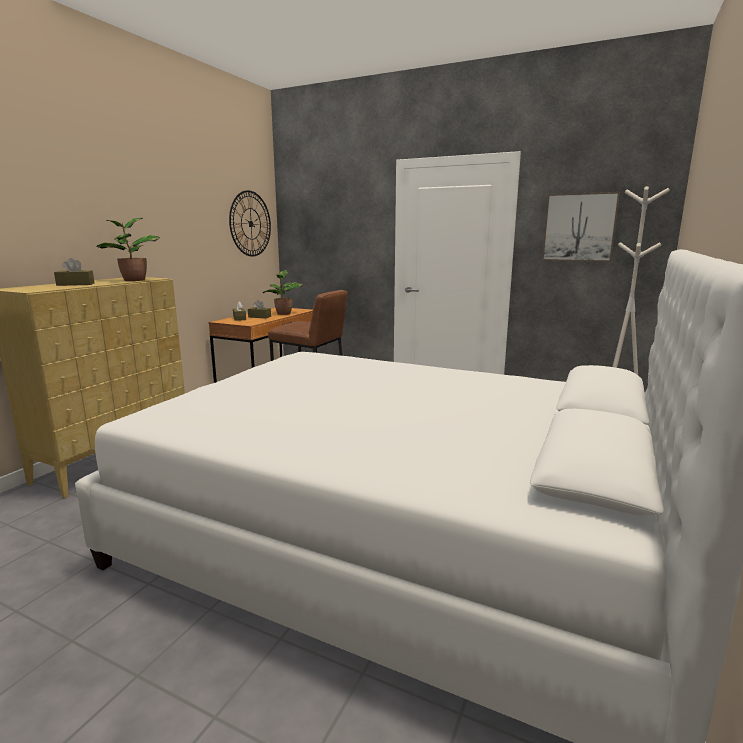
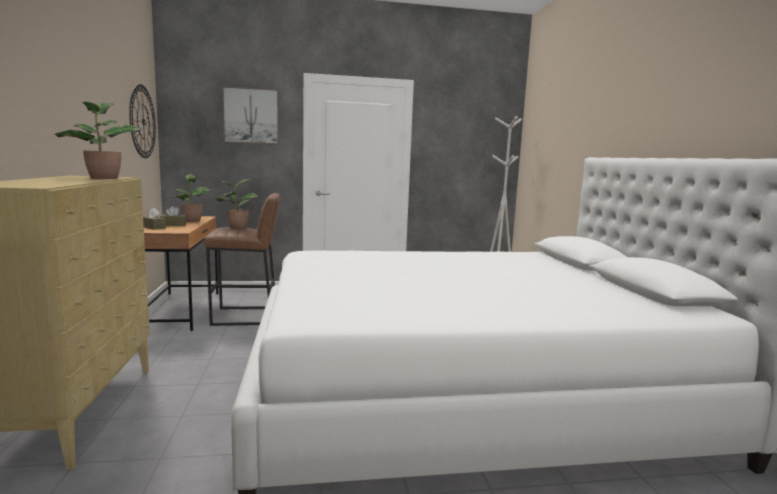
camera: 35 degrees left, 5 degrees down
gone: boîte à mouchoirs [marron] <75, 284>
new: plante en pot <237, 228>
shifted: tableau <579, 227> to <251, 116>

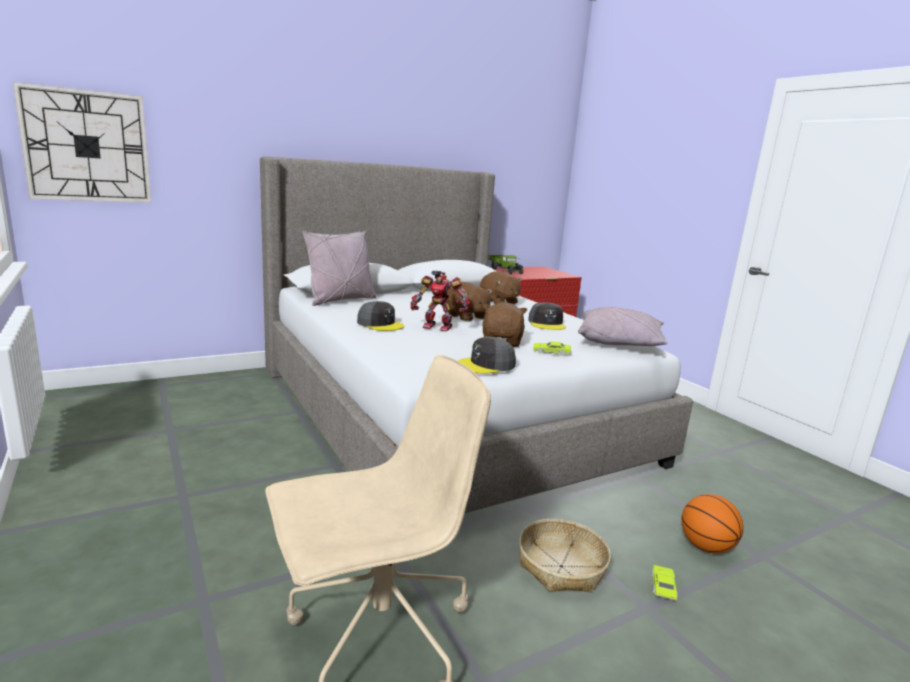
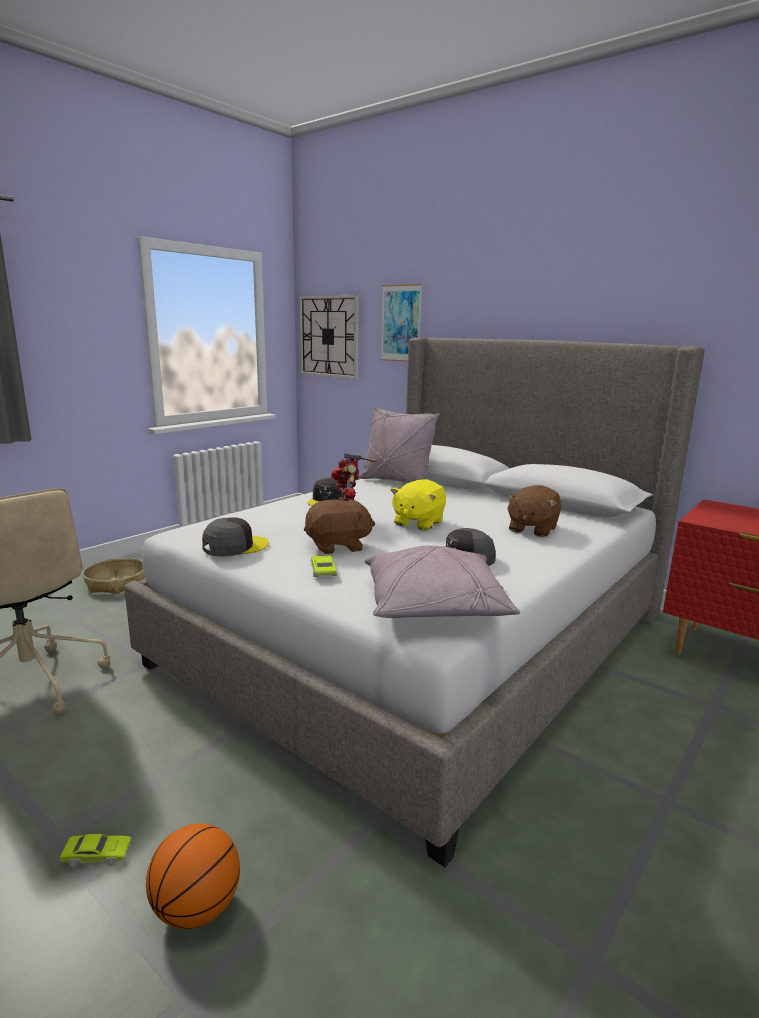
camera: 70 degrees right, 0 degrees up
gone: camion jouet <505, 270>
new: tableau <401, 323>
shifted: panier <561, 567> to <116, 583>
repainted: peluche [marron] <466, 317> to peluche [jaune] <418, 523>
rotated: casquette [gris] <486, 365> = <235, 546> 105 degrees clockwise

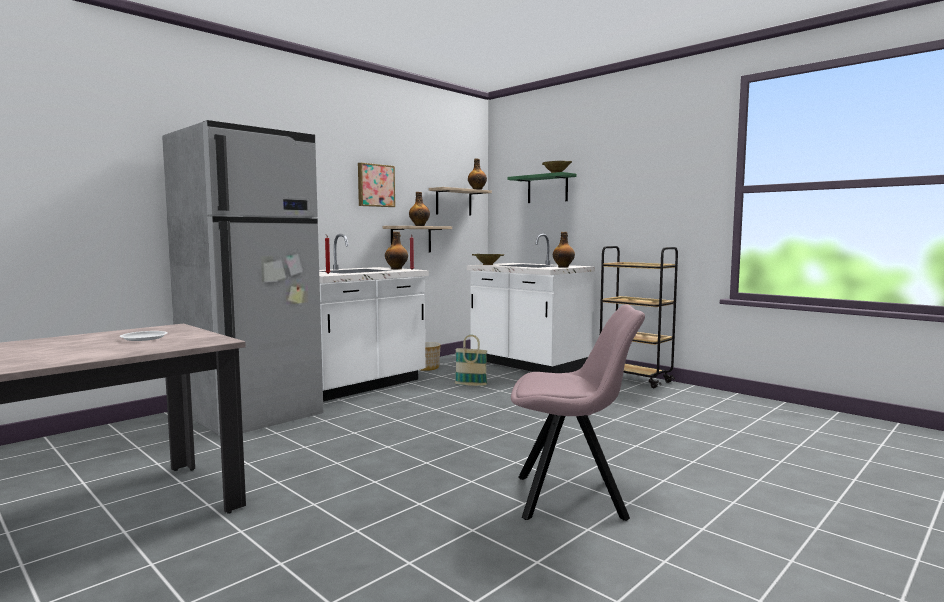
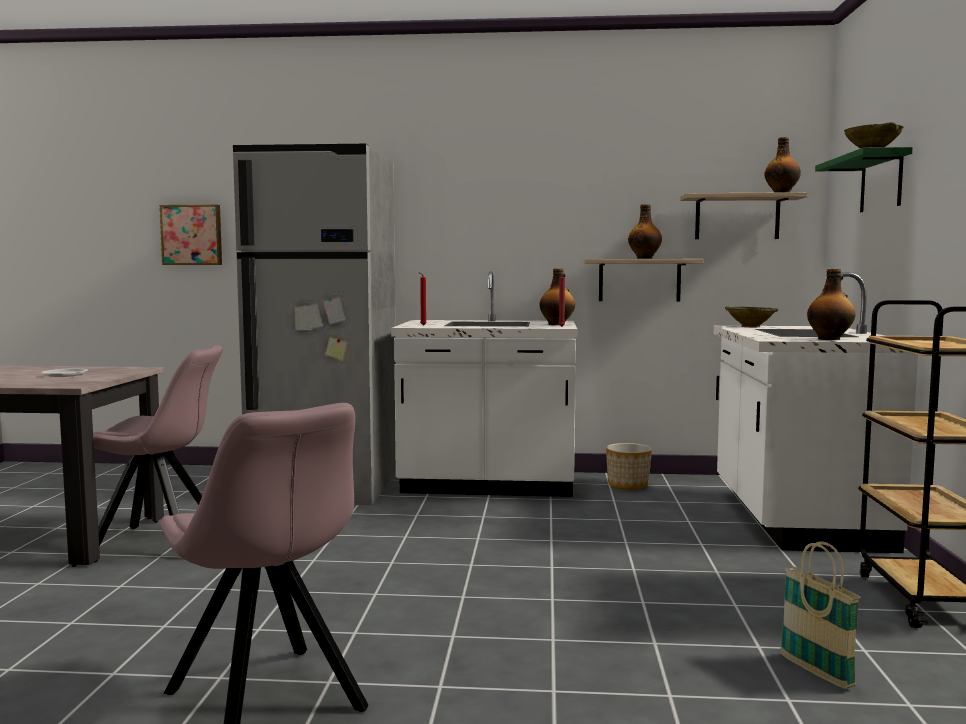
camera: 50 degrees right, 0 degrees up
new: chaise [rose] <159, 543>
shifted: tableau <375, 185> to <192, 235>; panier <471, 385> to <816, 672>

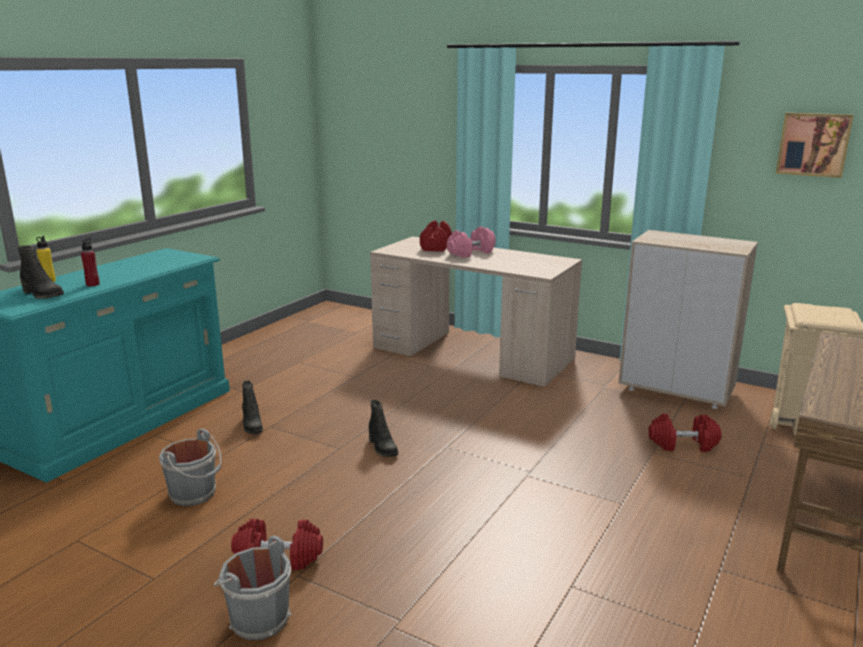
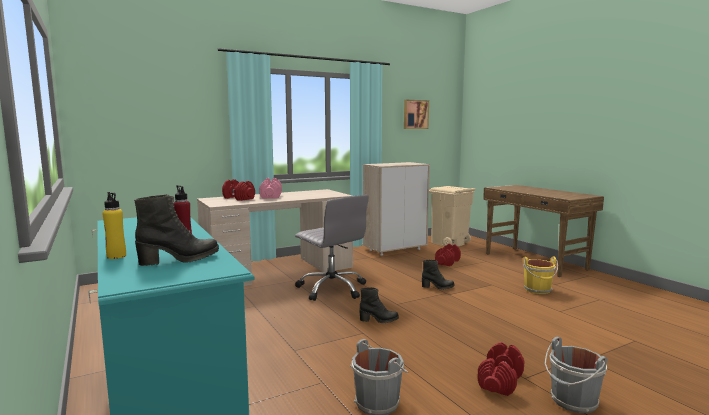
camera: 60 degrees left, 10 degrees down
new: chaise de bureau [gris] <332, 289>; seau [jaune] <538, 290>
shifted: botte [noir] <252, 426> to <437, 287>

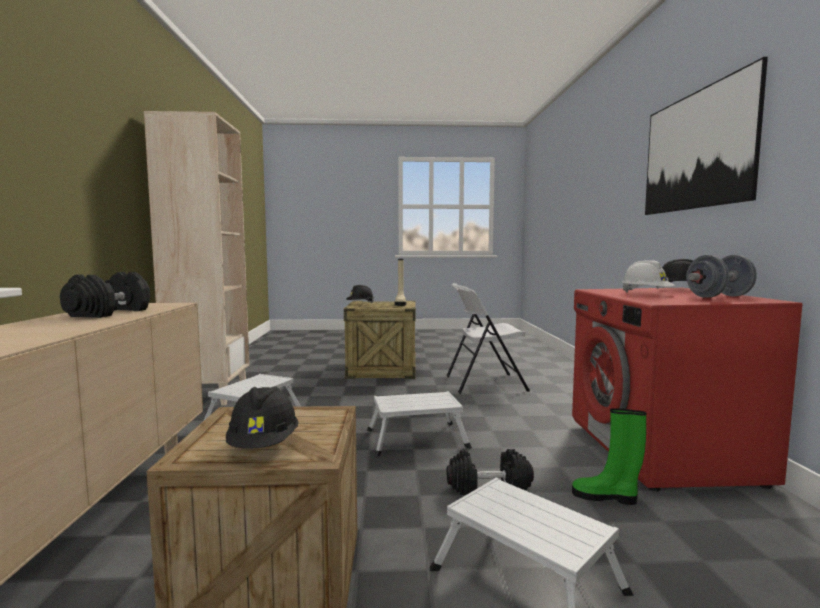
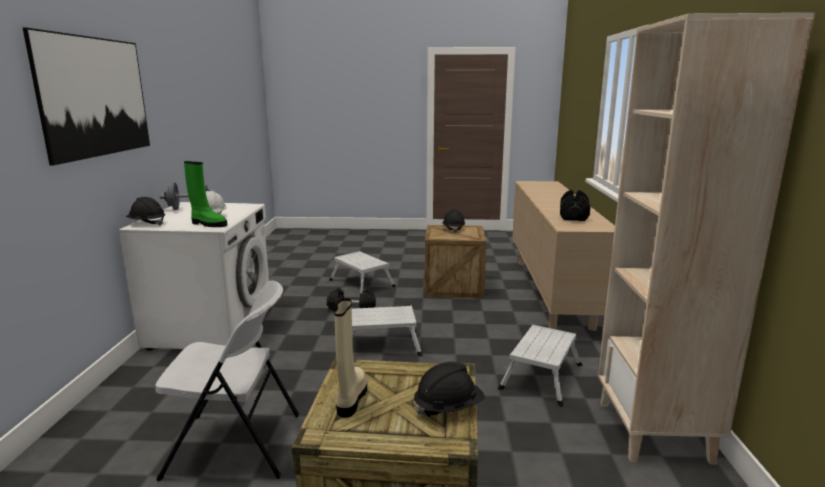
camera: 175 degrees left, 10 degrees up
shifted: botte [vert] <606, 497> to <208, 224>
repainted: lave-linge [rouge] <659, 453> to lave-linge [blanc] <214, 325>

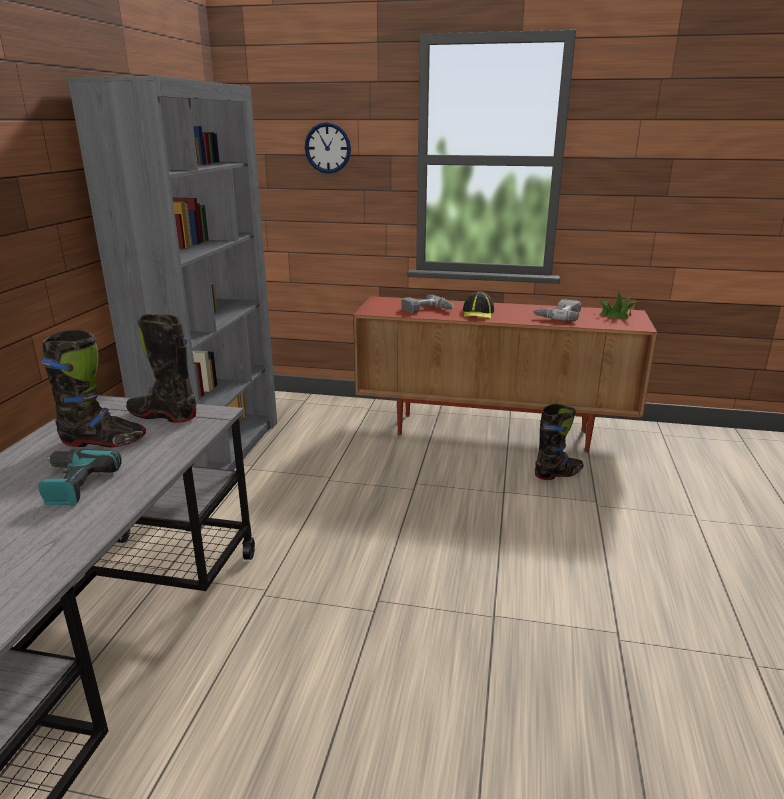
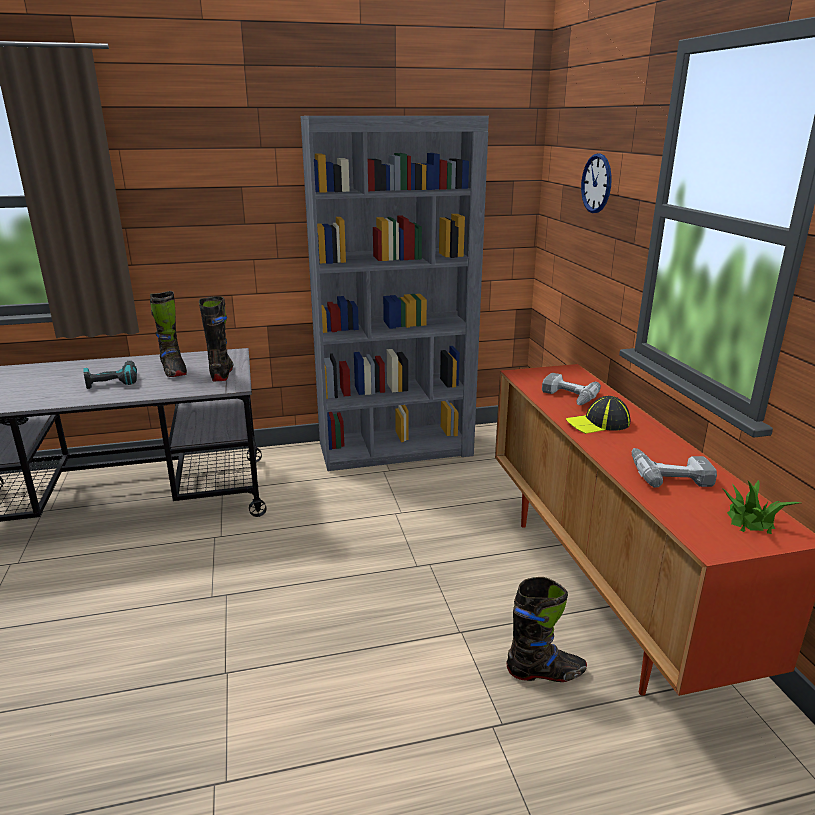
camera: 65 degrees right, 0 degrees up
rotated: botte [noir] <558, 474> = <545, 673> 45 degrees counterclockwise

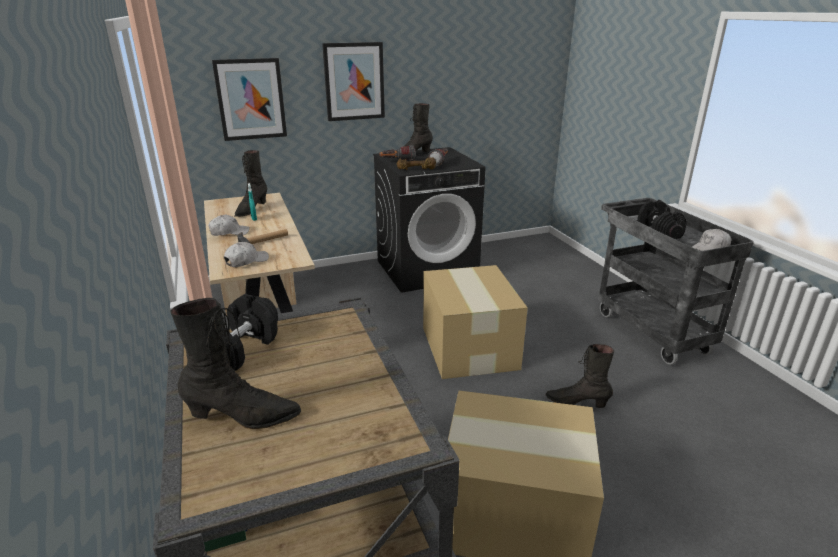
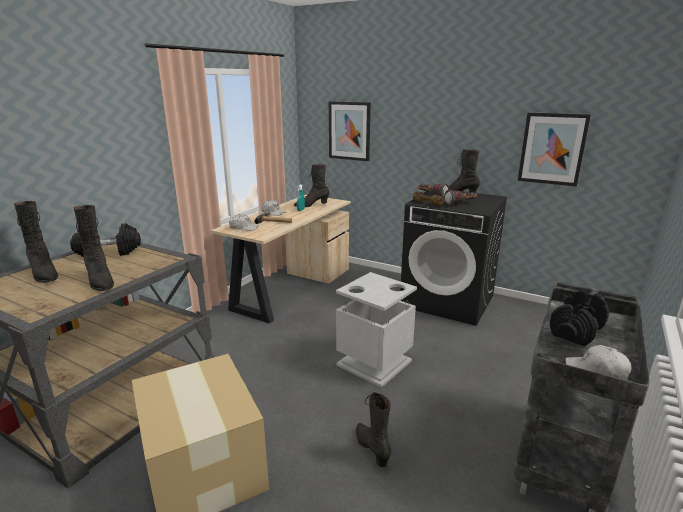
camera: 50 degrees right, 5 degrees down
new: botte [noir] <100, 281>
shifted: tableau <354, 81> to <552, 149>
swapped: carton <469, 347> to poubelle [gris] <375, 363>

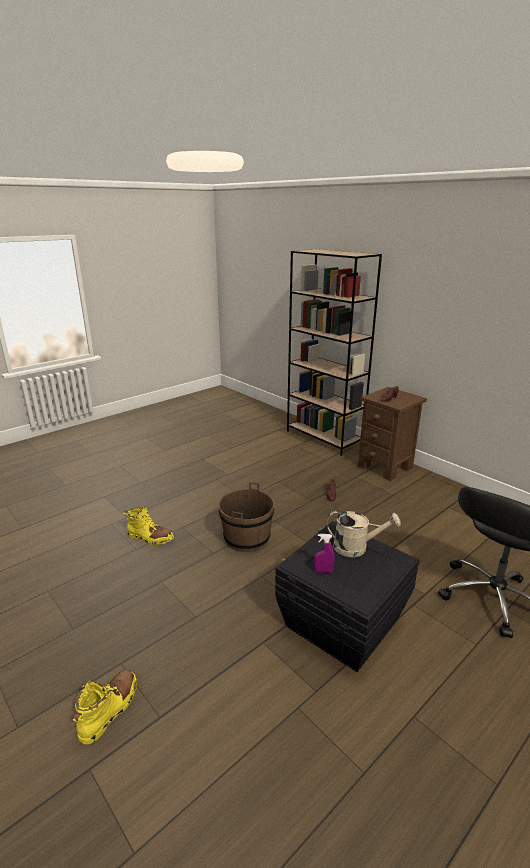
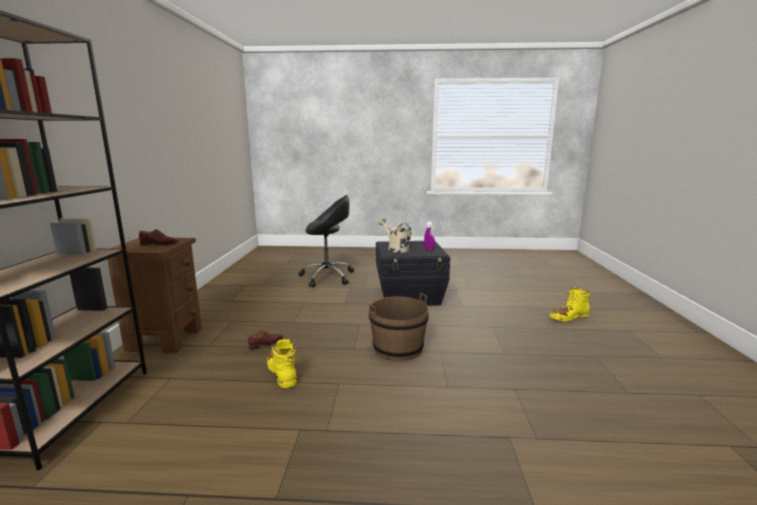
camera: 135 degrees left, 10 degrees down
shifted: botte [jaune] <150, 537> to <282, 373>

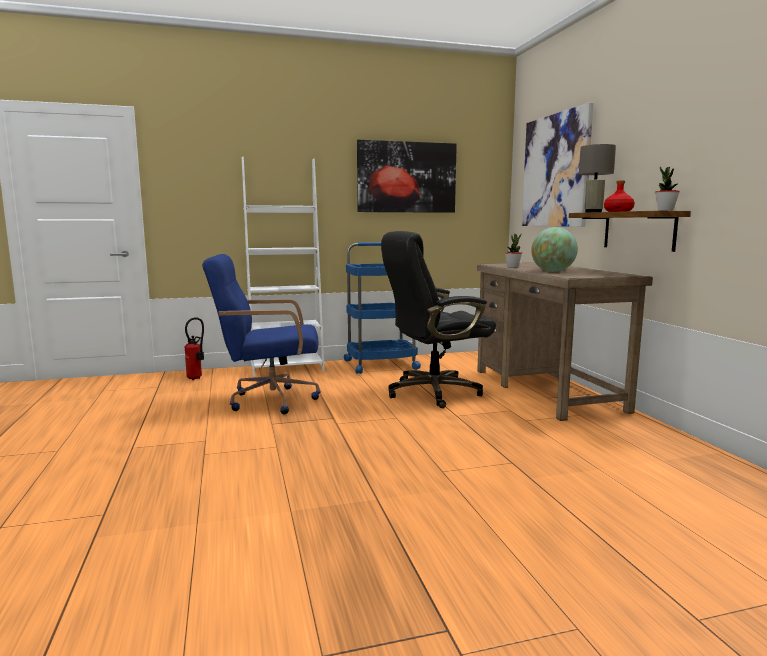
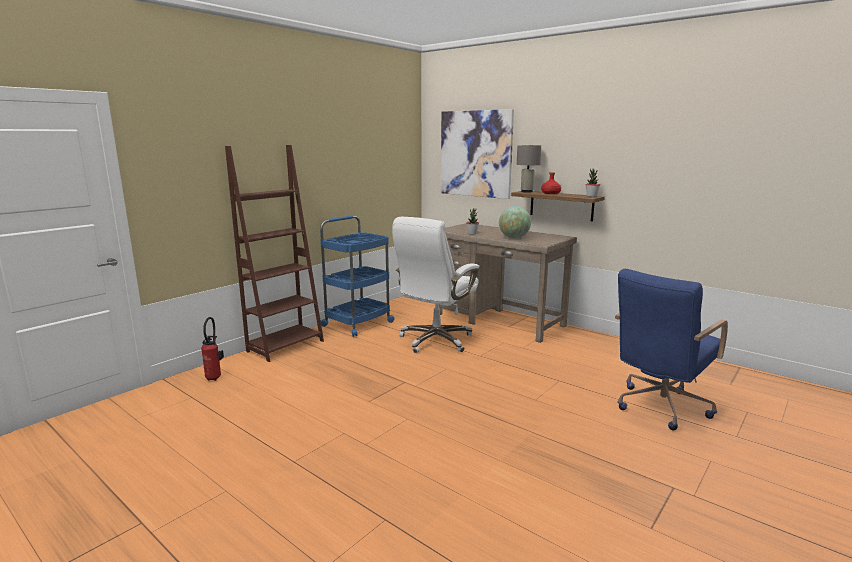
camera: 35 degrees left, 5 degrees up
gone: tableau <406, 177>
shifted: chaise de bureau [bleu] <267, 401> to <659, 409>
repainted: bibliothèque [blanc] <287, 369> to bibliothèque [marron] <285, 346>; chaise de bureau [noir] <435, 392> to chaise de bureau [blanc] <437, 339>

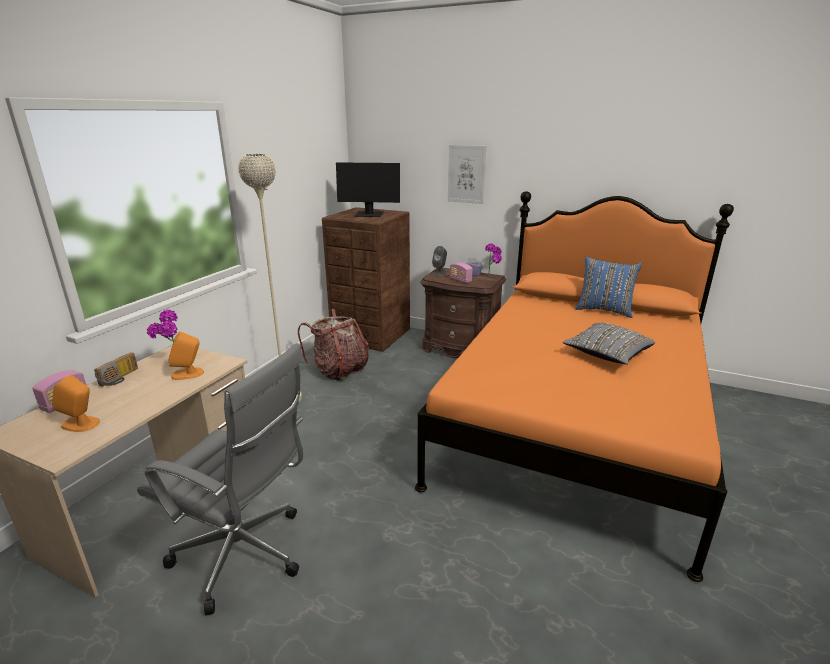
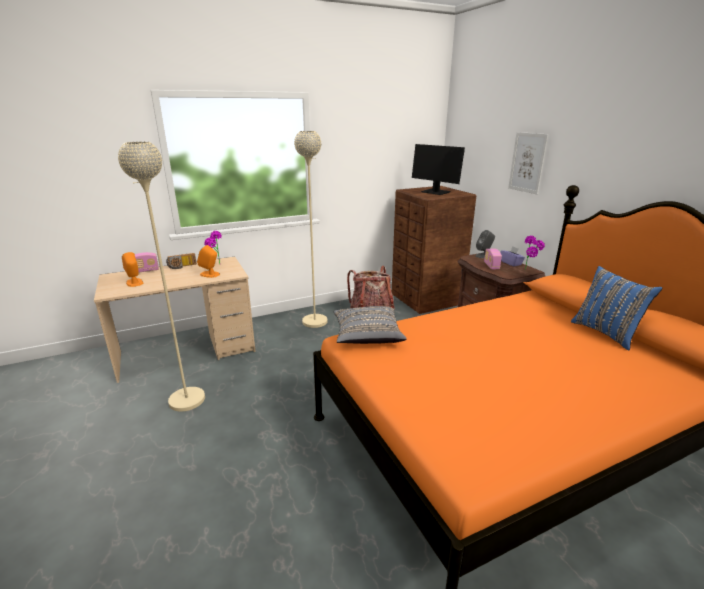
camera: 40 degrees right, 0 degrees up
shifted: coussin [gris] <606, 355> to <367, 336>
swapped: chaise de bureau [gris] <245, 556> to lampadaire [beige] <186, 400>

